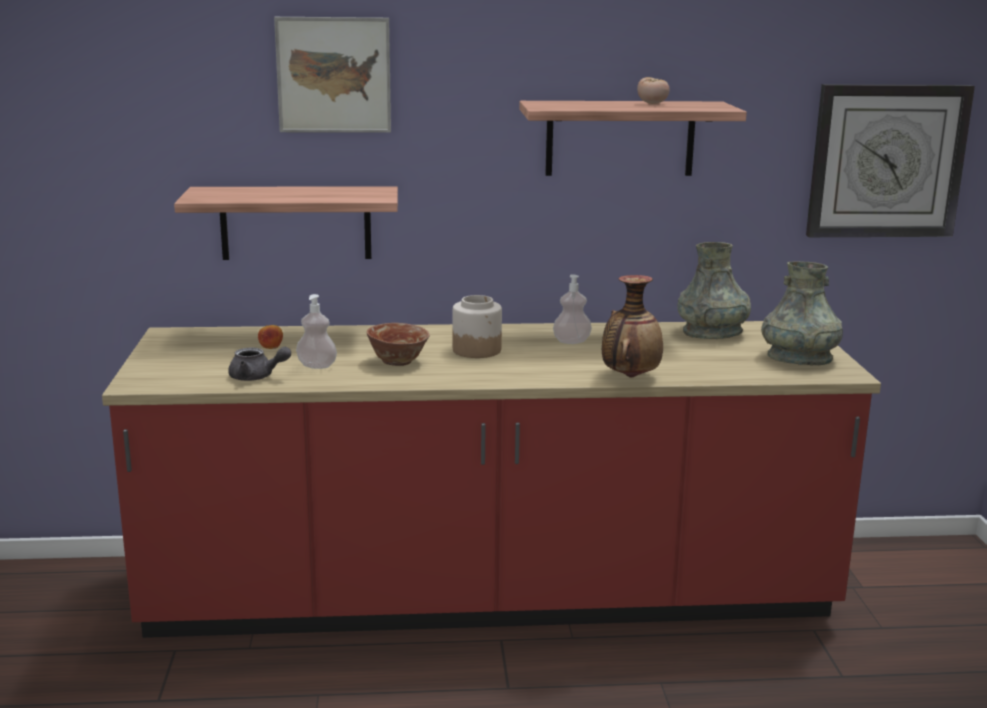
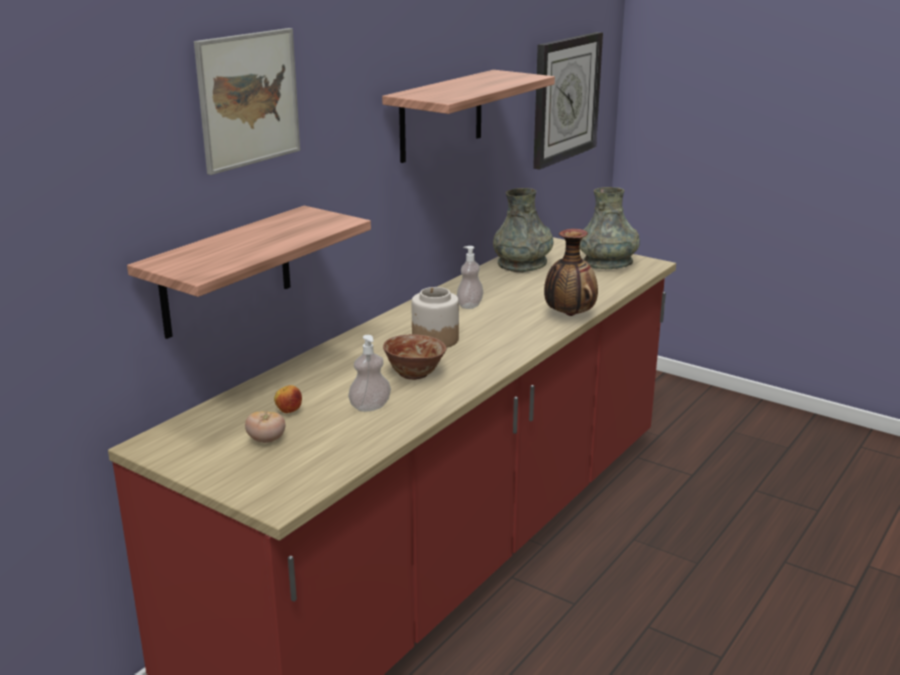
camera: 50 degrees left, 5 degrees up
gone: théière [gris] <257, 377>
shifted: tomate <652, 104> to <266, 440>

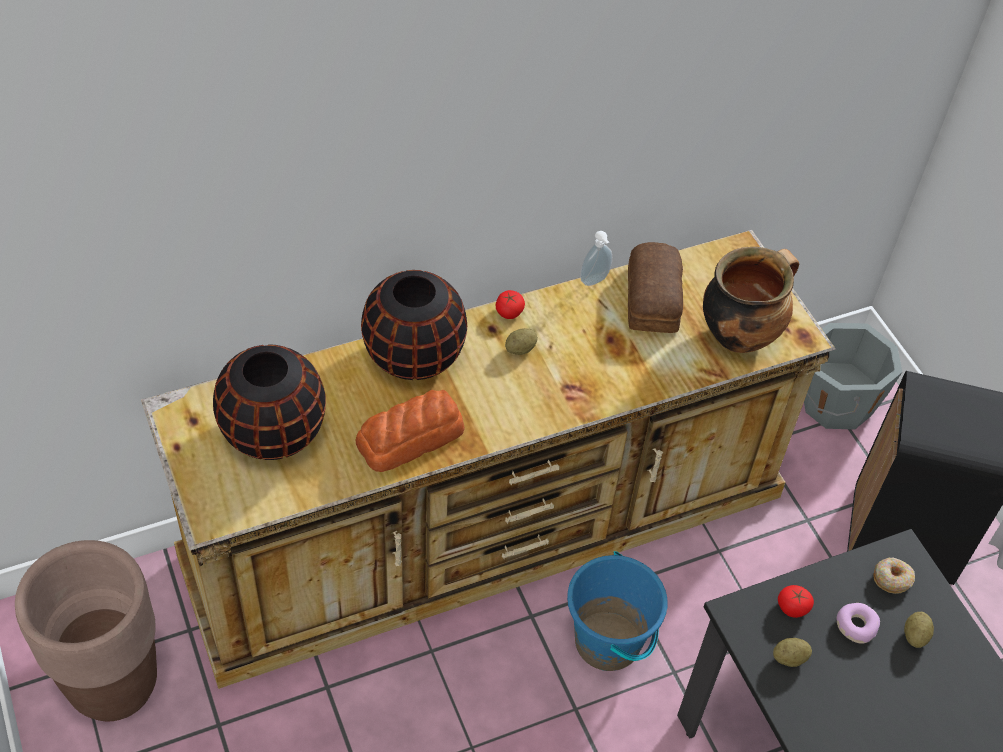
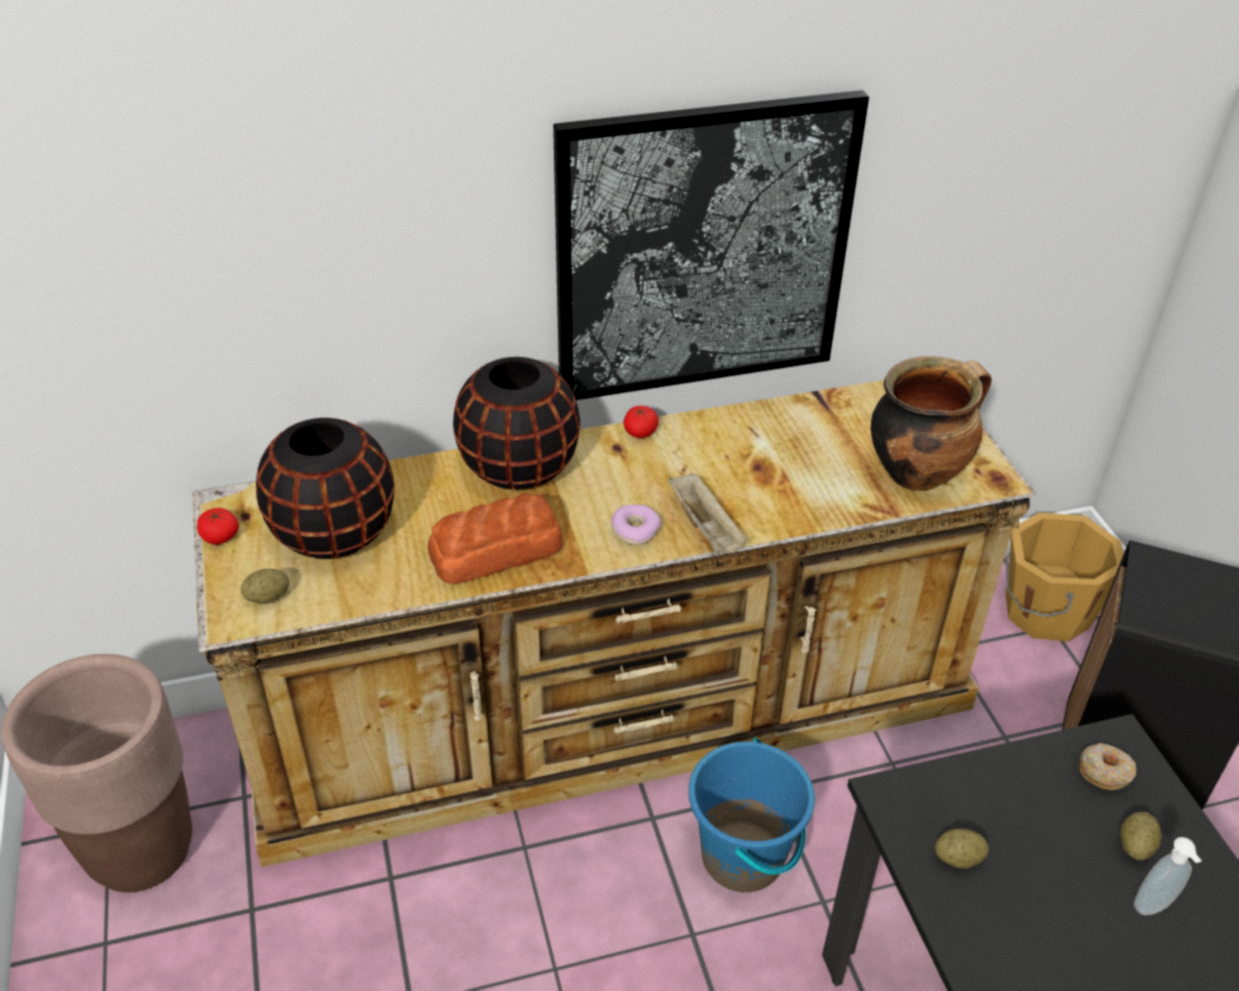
camera: 10 degrees right, 10 degrees down
gone: pain <654, 298>
new: tableau <702, 250>; plateau [beige] <706, 529>
shifted: distributeur de savon <595, 281> to <1154, 907>; pomme de terre <520, 349> to <268, 597>; tomate <792, 607> to <220, 536>; beignet <855, 626> to <635, 530>
repainted: seau [gris] <834, 402> to seau [orange] <1044, 611>

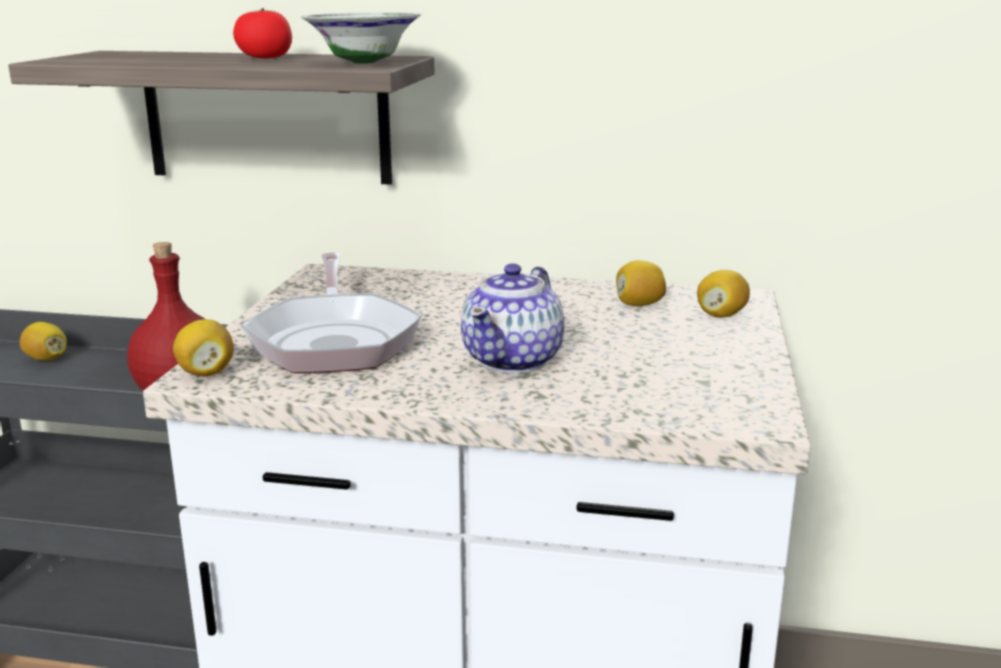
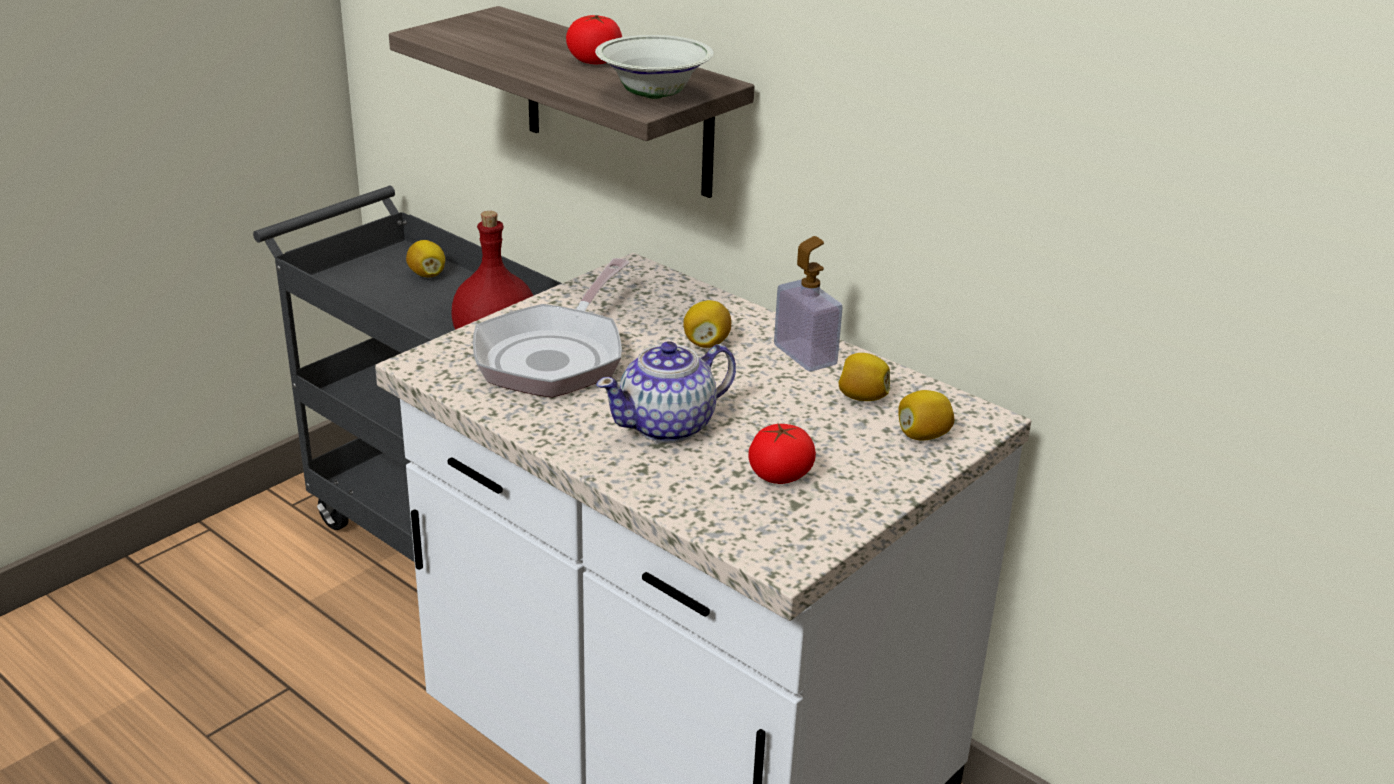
camera: 30 degrees right, 10 degrees up
new: distributeur de savon <805, 355>; tomate <780, 475>
shifted: citron <206, 372> to <706, 343>

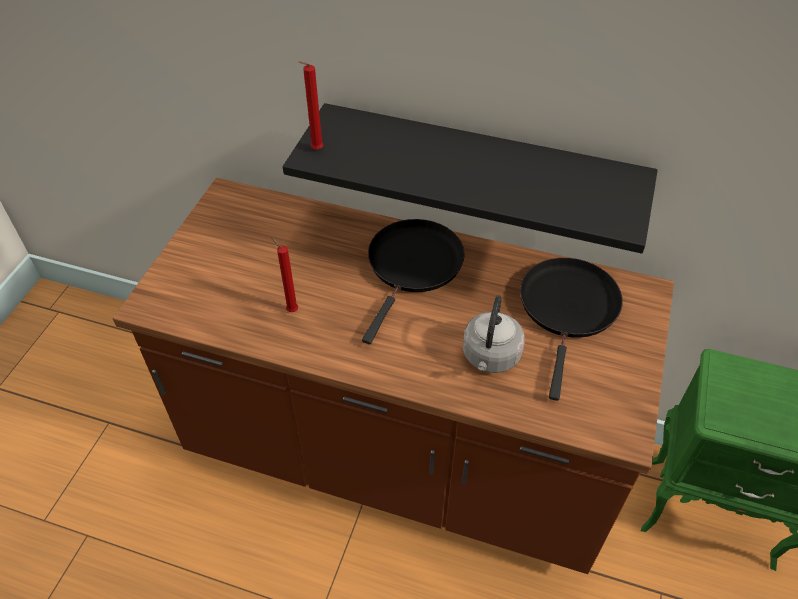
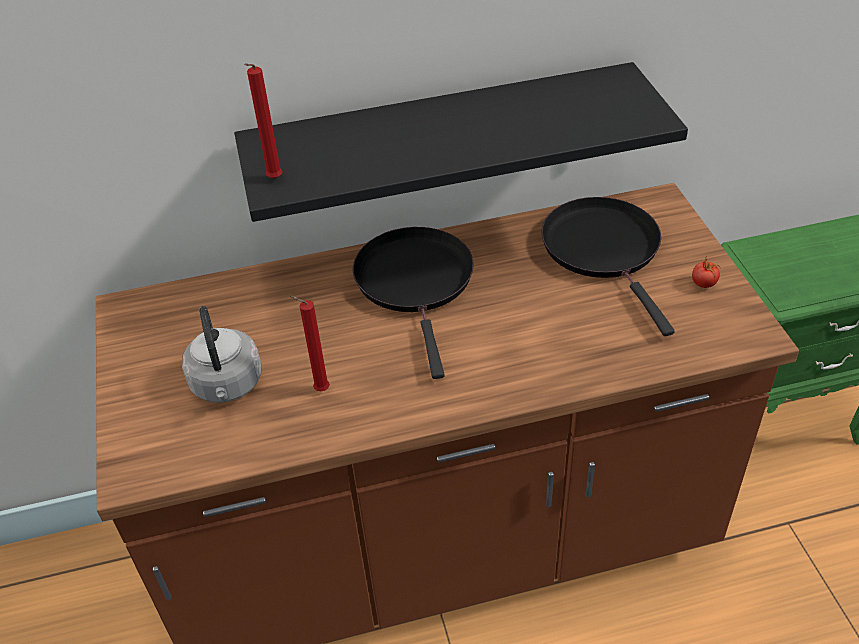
camera: 30 degrees left, 5 degrees down
new: tomate <703, 284>
shifted: bouilloire [gris] <490, 357> to <227, 386>

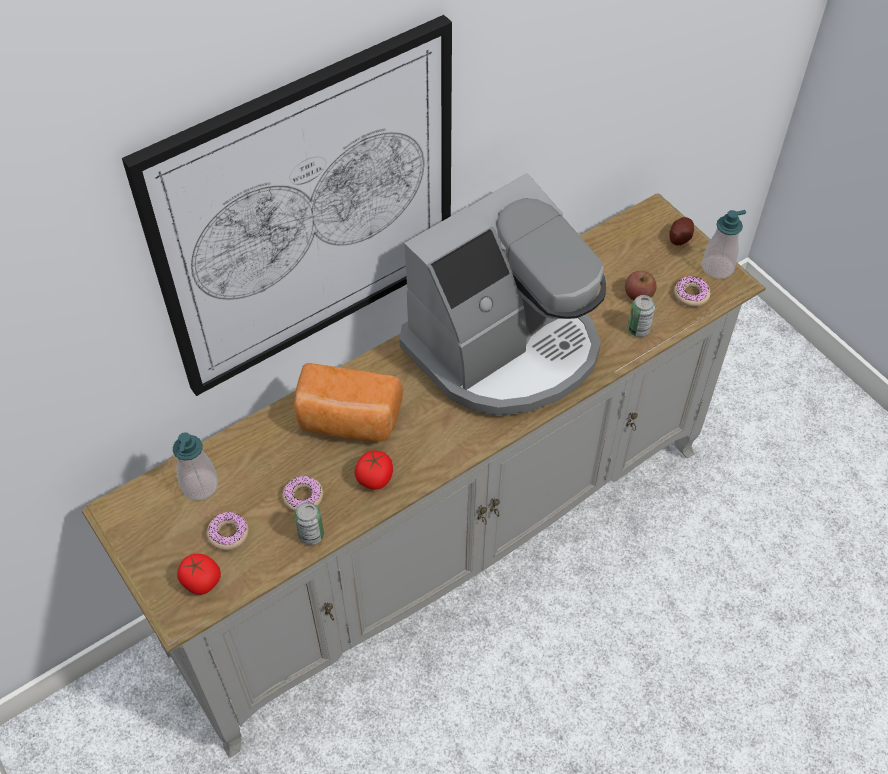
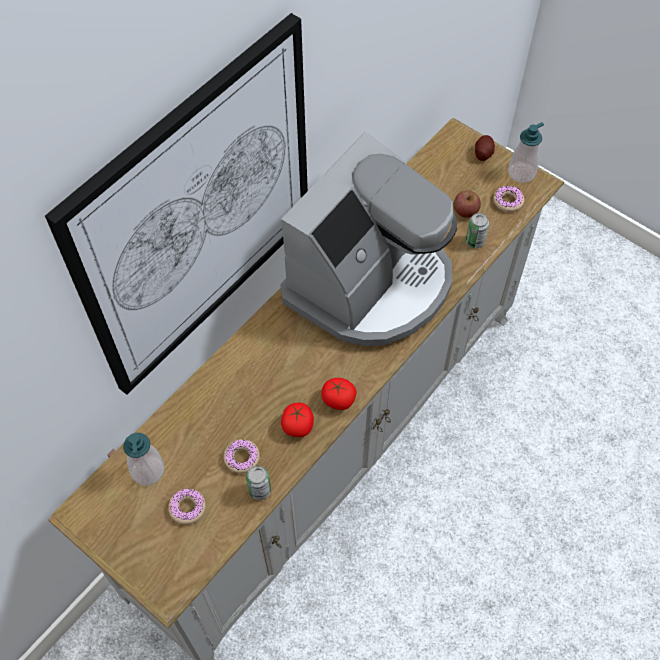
camera: 15 degrees left, 5 degrees up
gone: pain <348, 421>
shifted: tomate <201, 581> to <338, 400>

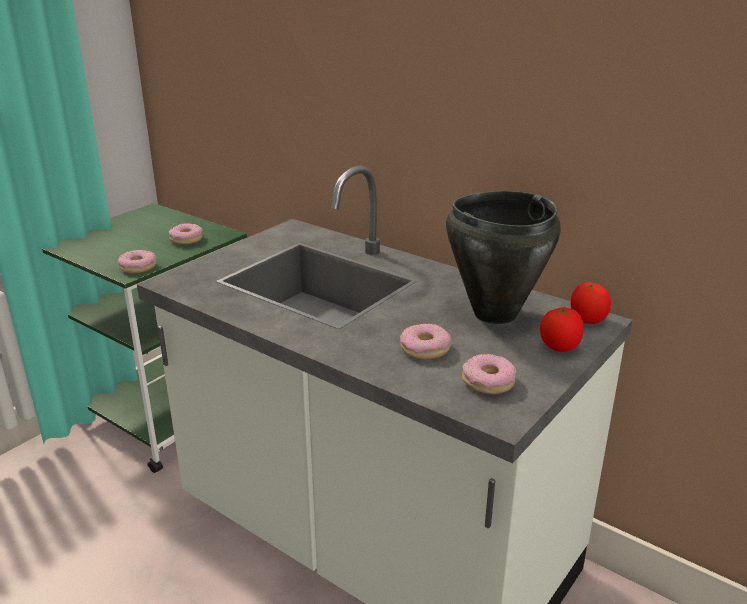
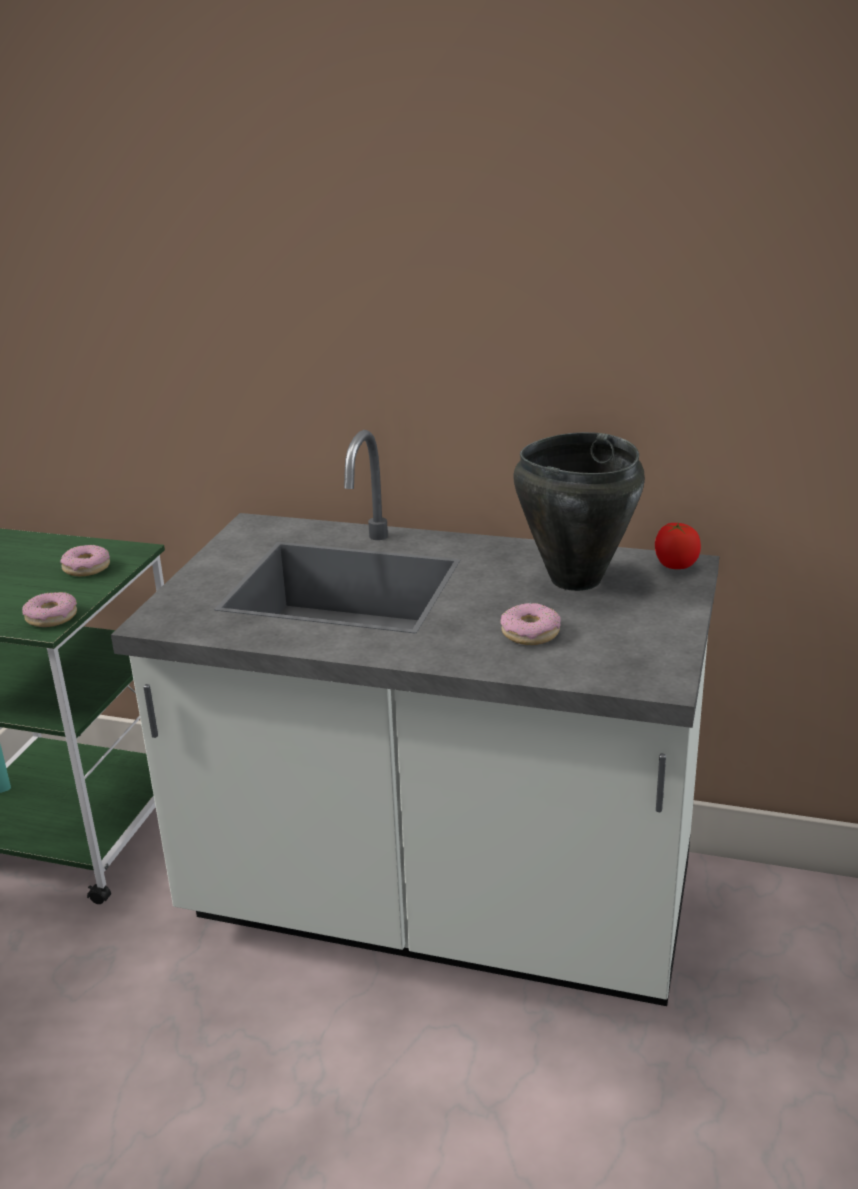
camera: 20 degrees left, 0 degrees up
gone: tomate <560, 347>; beignet <488, 381>

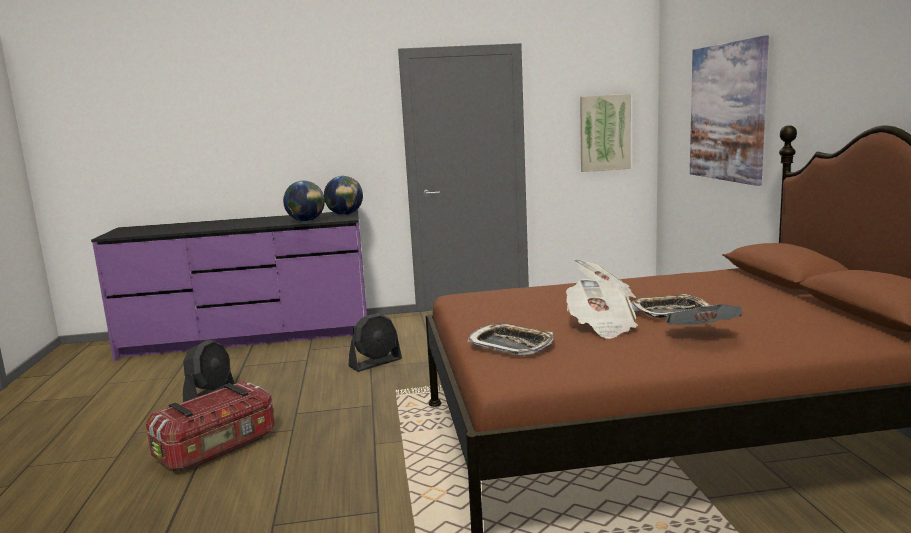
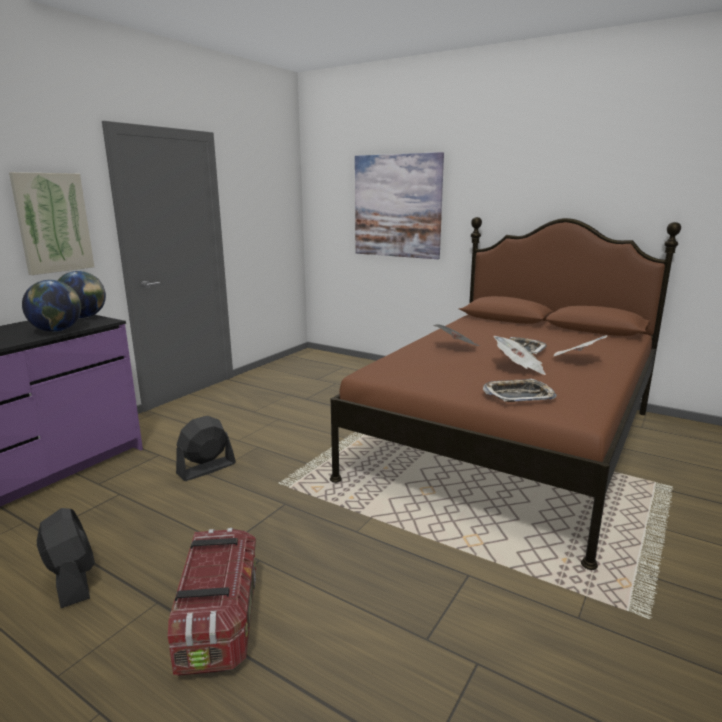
camera: 50 degrees left, 5 degrees up
shifted: tableau <604, 133> to <53, 223>
rotated: ventilateur [noir] <375, 363> = <206, 469> 135 degrees counterclockwise

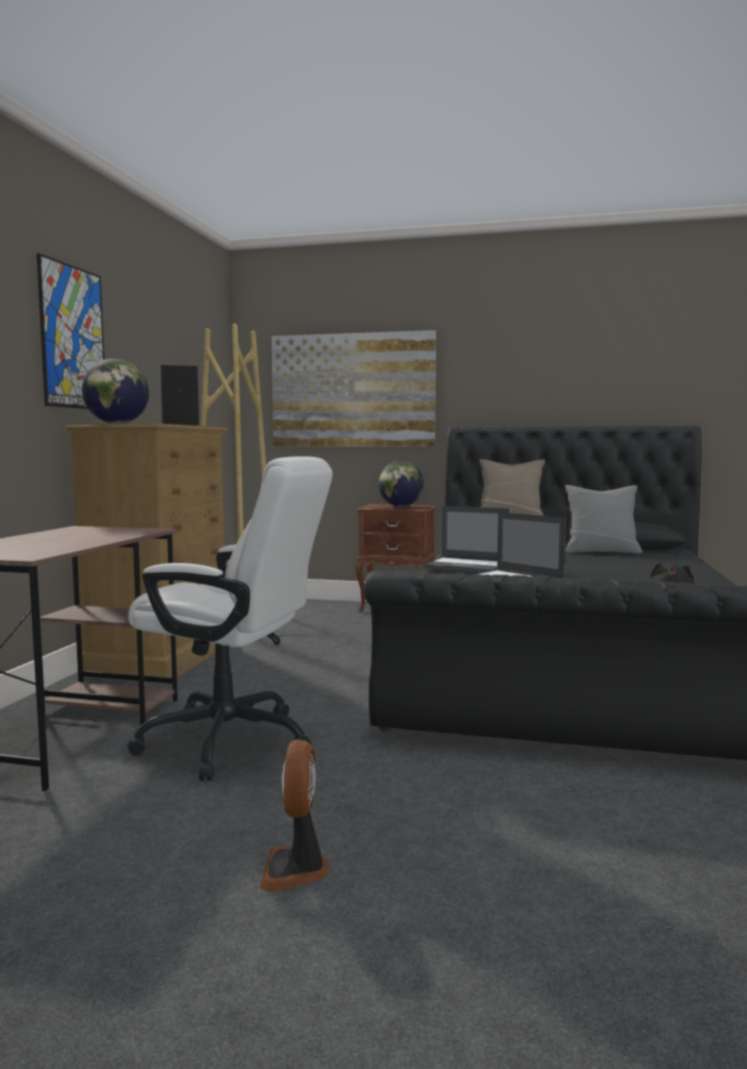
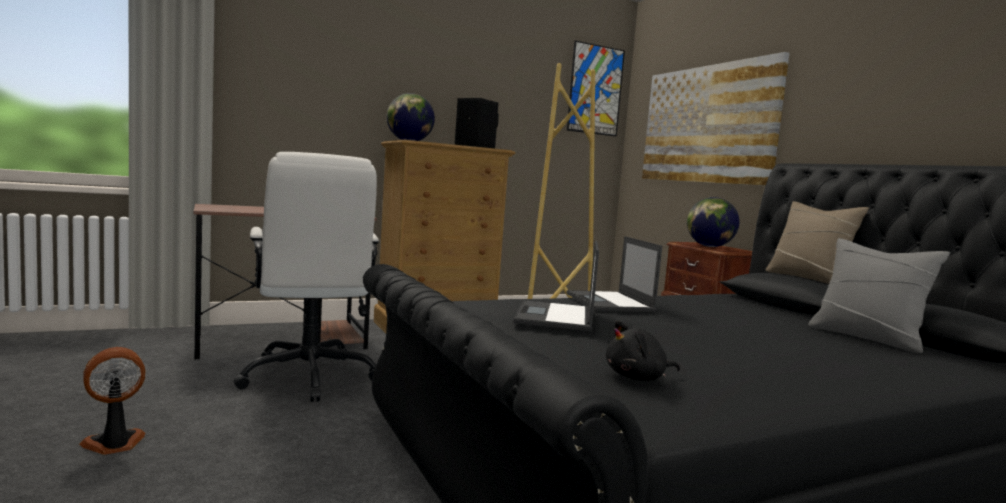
camera: 50 degrees right, 0 degrees up
shifted: tableau <72, 337> to <595, 90>

